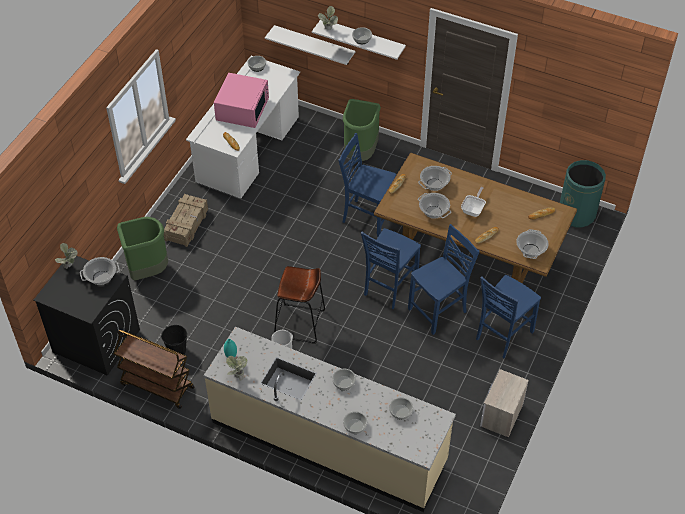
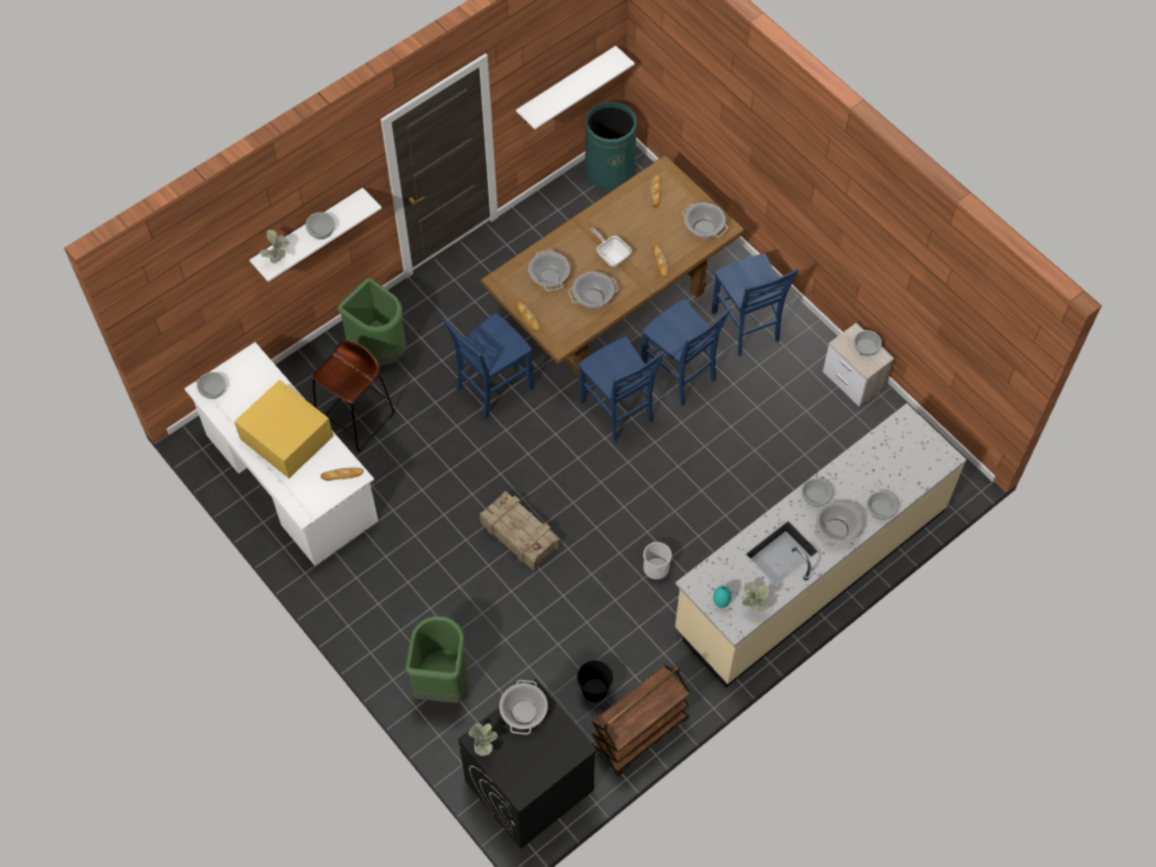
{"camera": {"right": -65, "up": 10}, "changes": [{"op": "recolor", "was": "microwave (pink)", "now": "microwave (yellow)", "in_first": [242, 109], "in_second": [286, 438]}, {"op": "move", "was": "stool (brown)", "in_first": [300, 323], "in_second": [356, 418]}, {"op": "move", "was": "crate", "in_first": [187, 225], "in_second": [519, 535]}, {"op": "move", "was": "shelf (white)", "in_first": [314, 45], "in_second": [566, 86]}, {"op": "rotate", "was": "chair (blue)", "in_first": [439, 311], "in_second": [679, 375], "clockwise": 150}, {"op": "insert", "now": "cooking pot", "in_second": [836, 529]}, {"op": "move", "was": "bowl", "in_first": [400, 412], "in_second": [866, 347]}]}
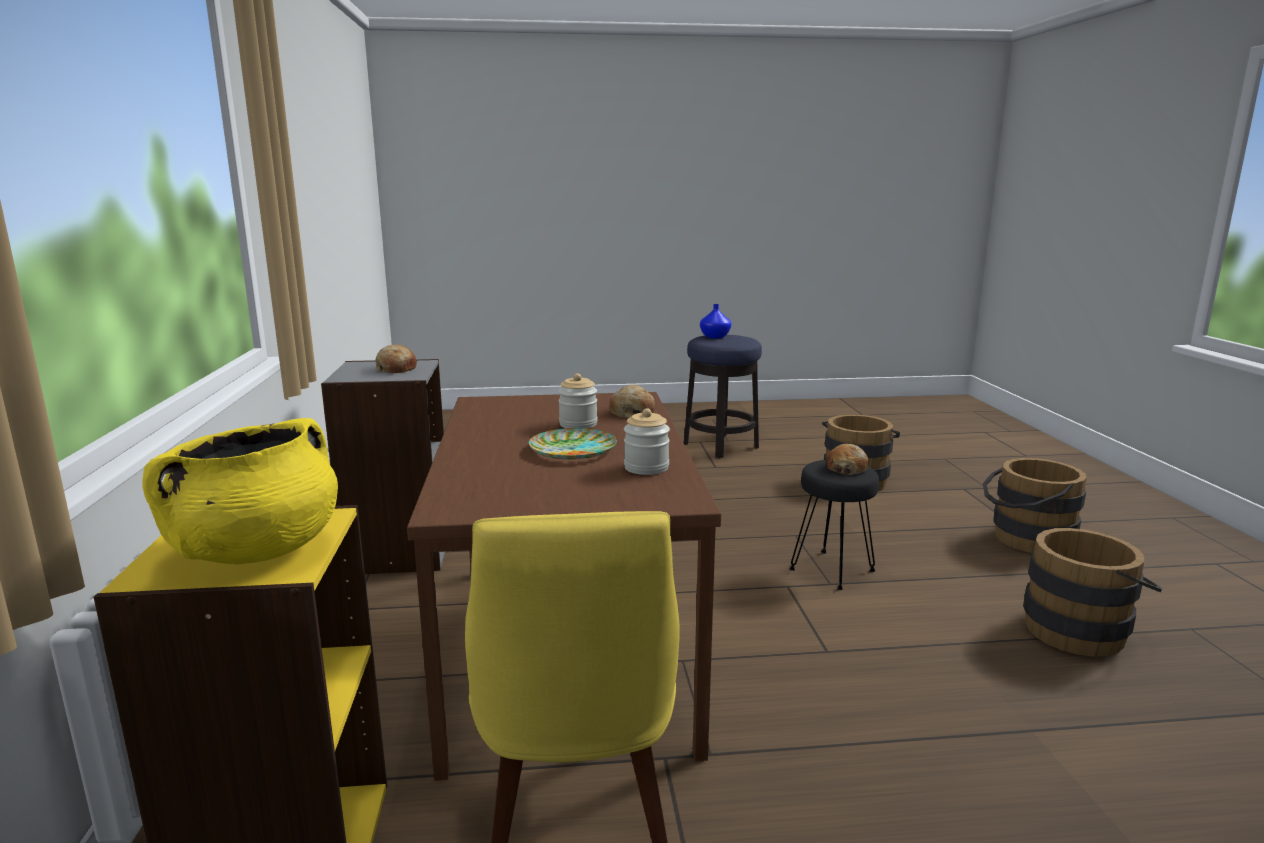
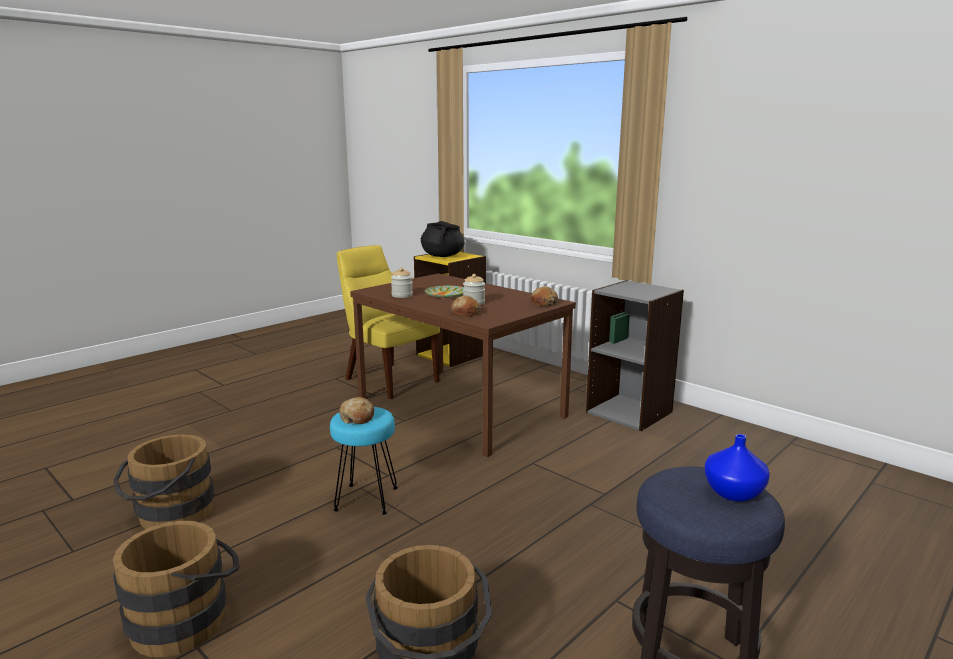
{"camera": {"right": 140, "up": 0}, "changes": [{"op": "recolor", "was": "stool (black)", "now": "stool (turquoise)", "in_first": [832, 570], "in_second": [366, 500]}, {"op": "recolor", "was": "cooking pot (yellow)", "now": "cooking pot (black)", "in_first": [257, 551], "in_second": [442, 256]}, {"op": "move", "was": "bread", "in_first": [396, 369], "in_second": [544, 303]}]}
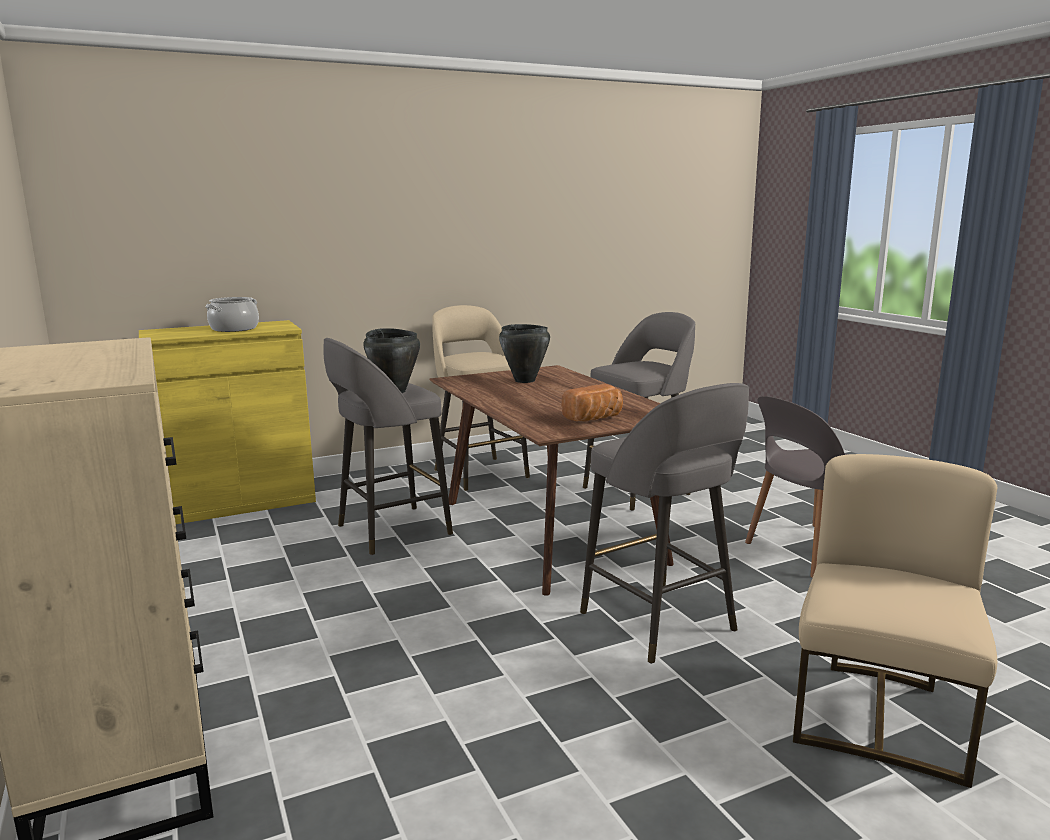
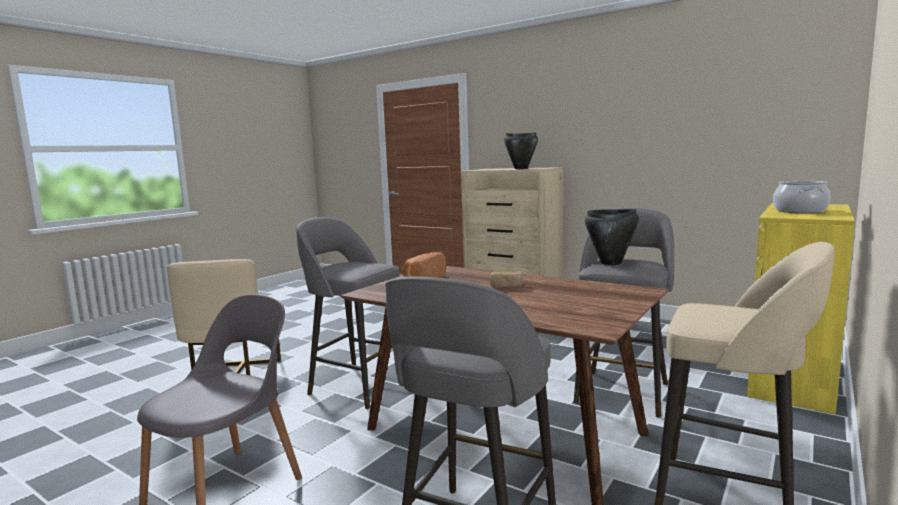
{"camera": {"right": 150, "up": -5}, "changes": [{"op": "insert", "now": "bread", "in_second": [506, 286]}, {"op": "move", "was": "cooking pot (black)", "in_first": [524, 381], "in_second": [520, 168]}]}
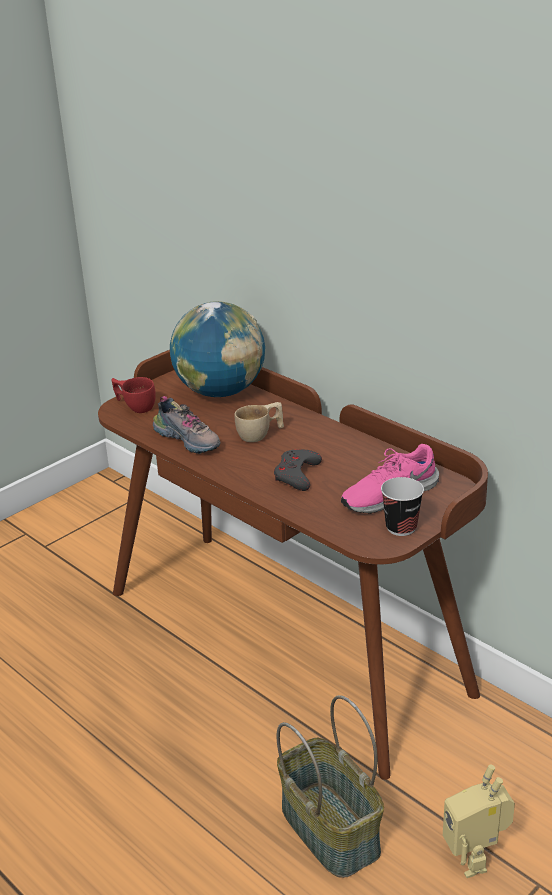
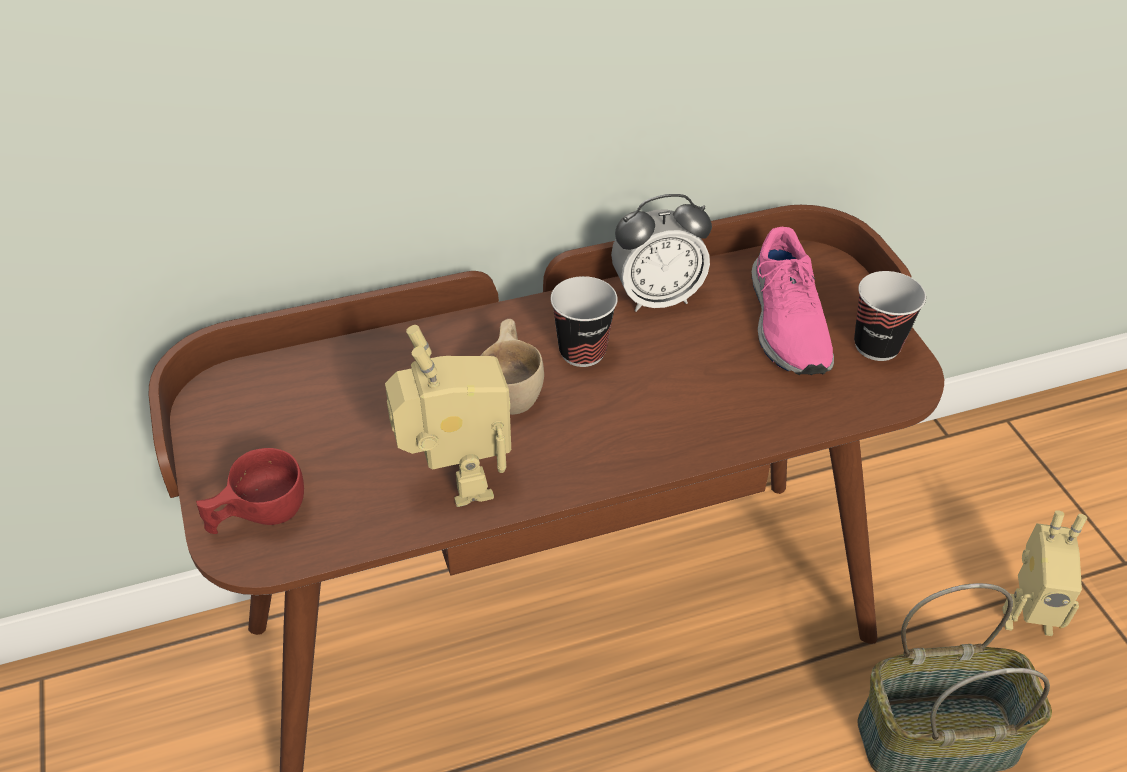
{"camera": {"right": -65, "up": 15}, "changes": [{"op": "replace", "was": "shoe", "now": "toy robot", "in_first": [189, 440], "in_second": [455, 481]}, {"op": "insert", "now": "cup", "in_second": [582, 351]}, {"op": "insert", "now": "alarm clock", "in_second": [656, 297]}, {"op": "delete", "was": "globe", "in_first": [220, 392]}, {"op": "delete", "was": "game controller (grey)", "in_first": [297, 474]}]}
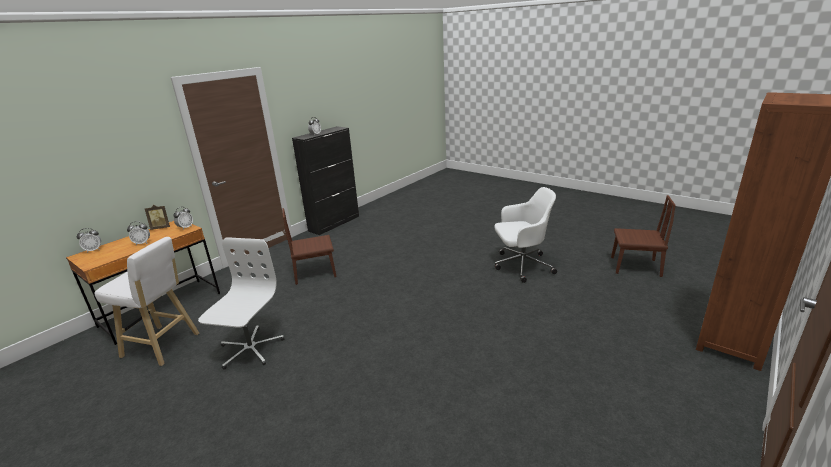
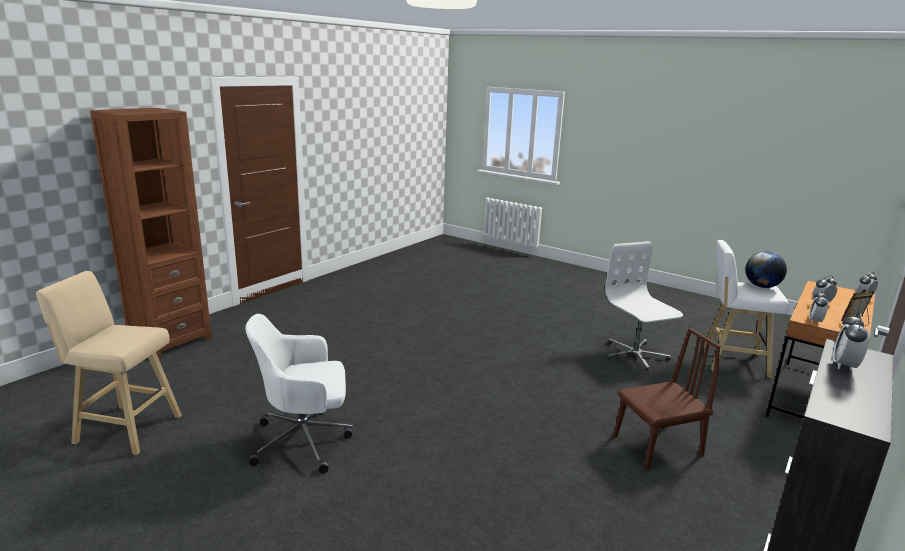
{"camera": {"right": 175, "up": -5}, "changes": [{"op": "replace", "was": "chair (brown)", "now": "stool (beige)", "in_first": [635, 266], "in_second": [125, 428]}, {"op": "rotate", "was": "office chair (white)", "in_first": [250, 349], "in_second": [635, 355], "clockwise": 150}, {"op": "insert", "now": "globe", "in_second": [761, 286]}]}
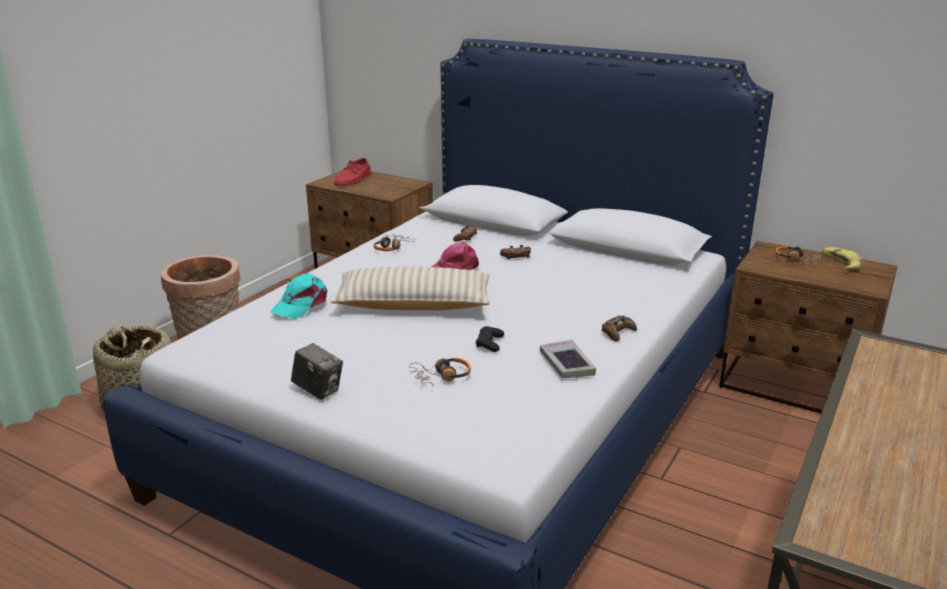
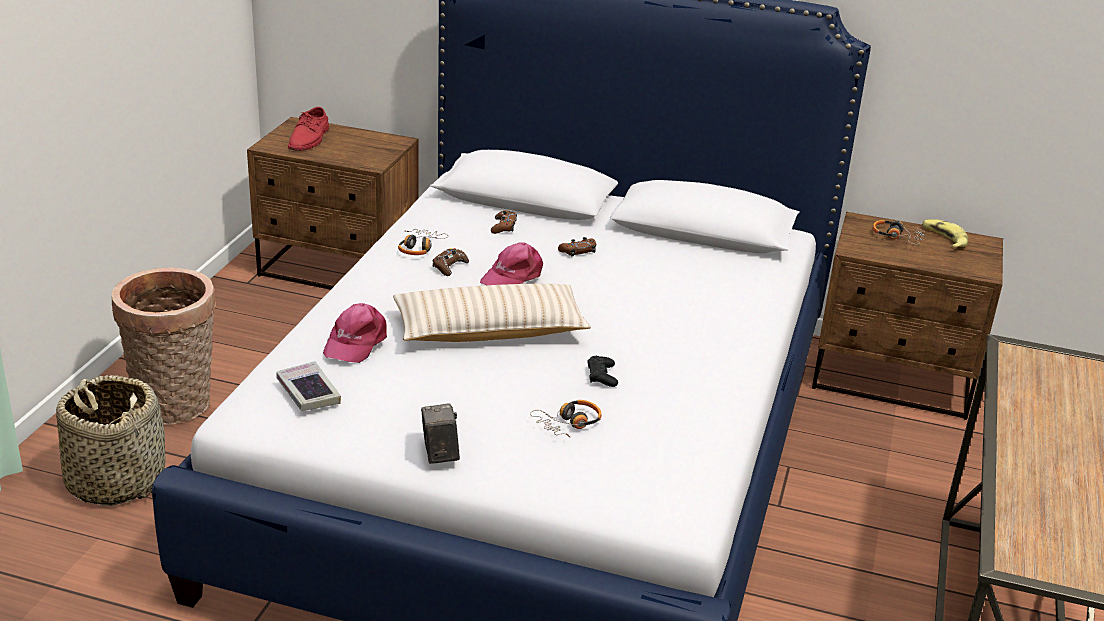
{"camera": {"right": -15, "up": 5}, "changes": [{"op": "move", "was": "book", "in_first": [566, 364], "in_second": [308, 392]}, {"op": "recolor", "was": "cap (turquoise)", "now": "cap (pink)", "in_first": [301, 304], "in_second": [355, 342]}, {"op": "rotate", "was": "photo camera", "in_first": [318, 390], "in_second": [439, 454], "clockwise": -120}, {"op": "move", "was": "game controller (brown)", "in_first": [618, 332], "in_second": [449, 266]}]}
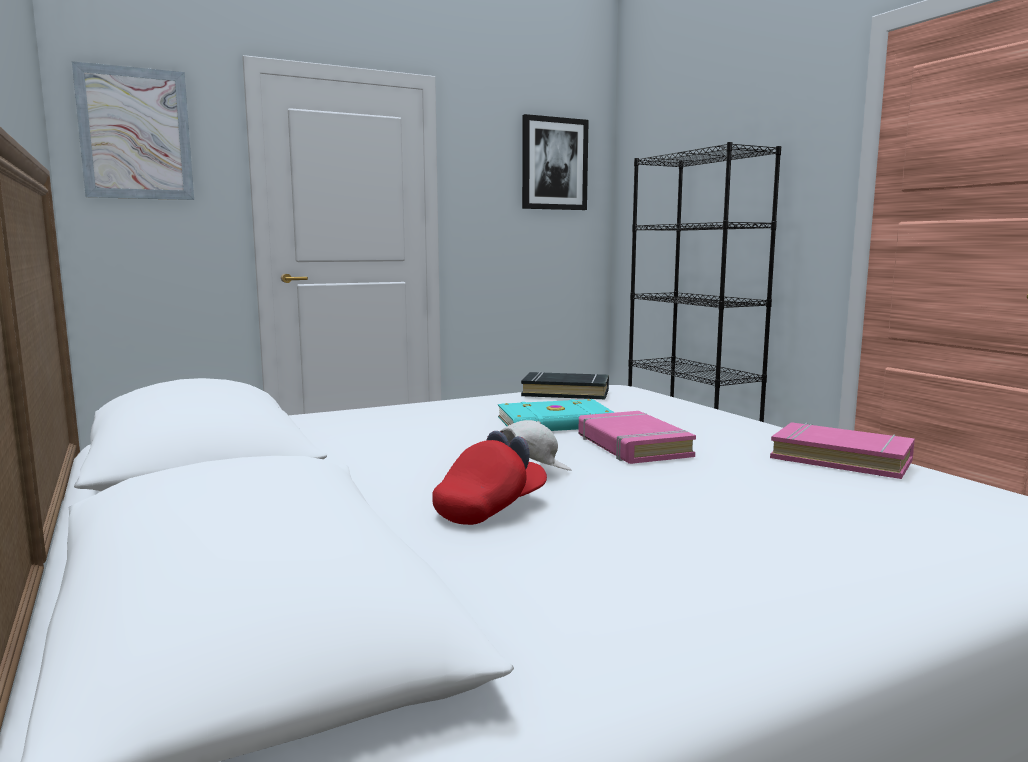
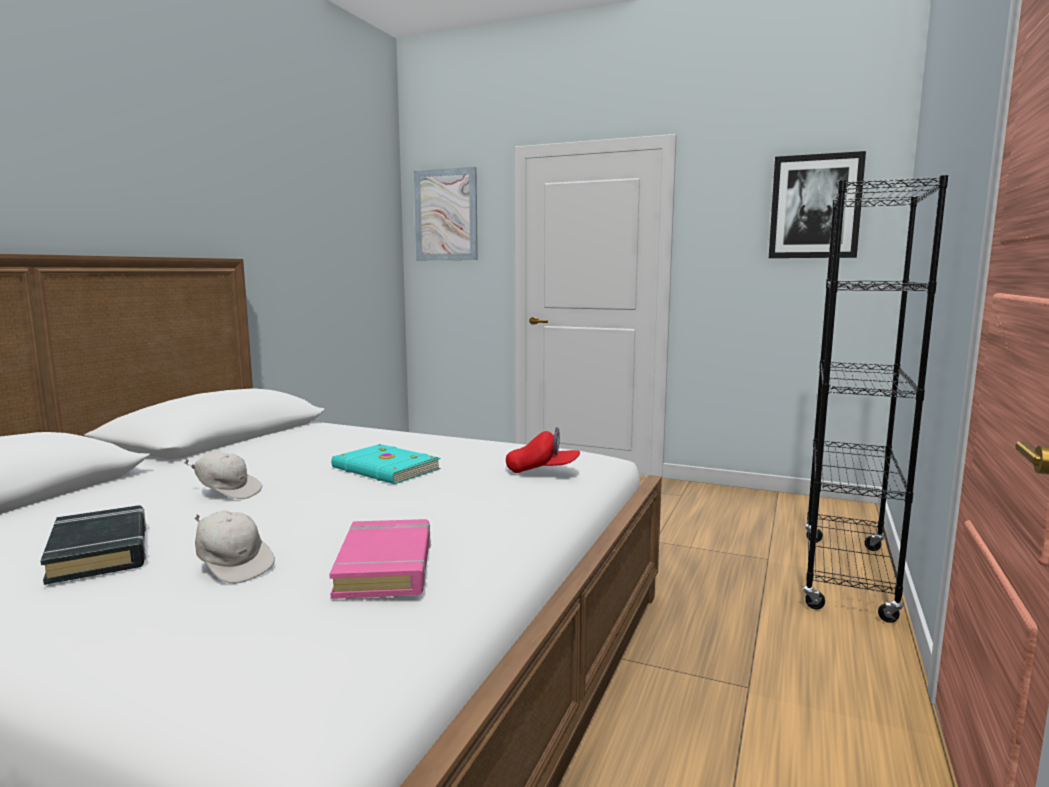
{"camera": {"right": 50, "up": 0}, "changes": [{"op": "move", "was": "book (black)", "in_first": [566, 392], "in_second": [100, 552]}, {"op": "insert", "now": "cap (white)", "in_second": [234, 566]}, {"op": "move", "was": "cap (red)", "in_first": [491, 508], "in_second": [542, 470]}, {"op": "delete", "was": "book (pink)", "in_first": [632, 446]}]}
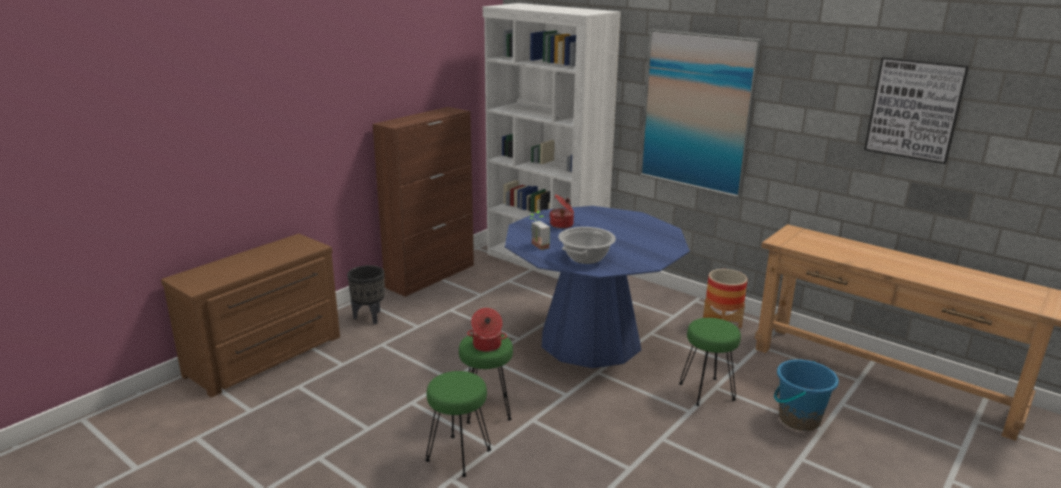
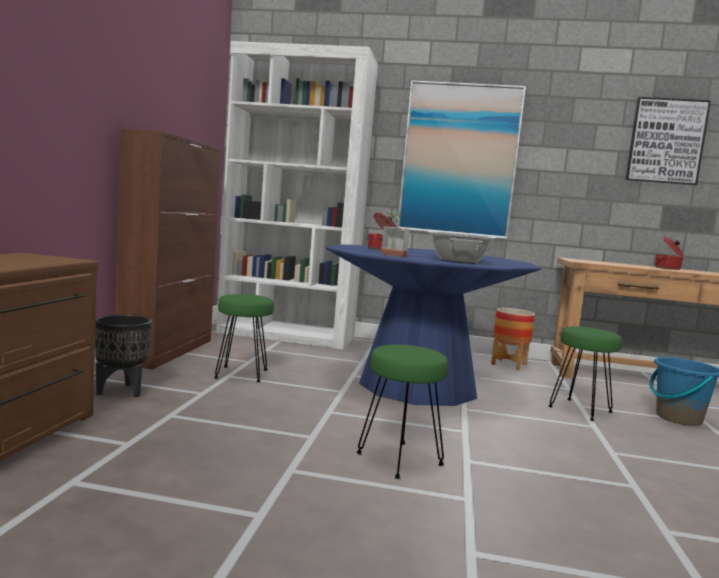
{"camera": {"right": -30, "up": -15}, "changes": [{"op": "move", "was": "stool (green)", "in_first": [459, 456], "in_second": [242, 374]}, {"op": "move", "was": "cooking pot", "in_first": [487, 346], "in_second": [668, 268]}]}
